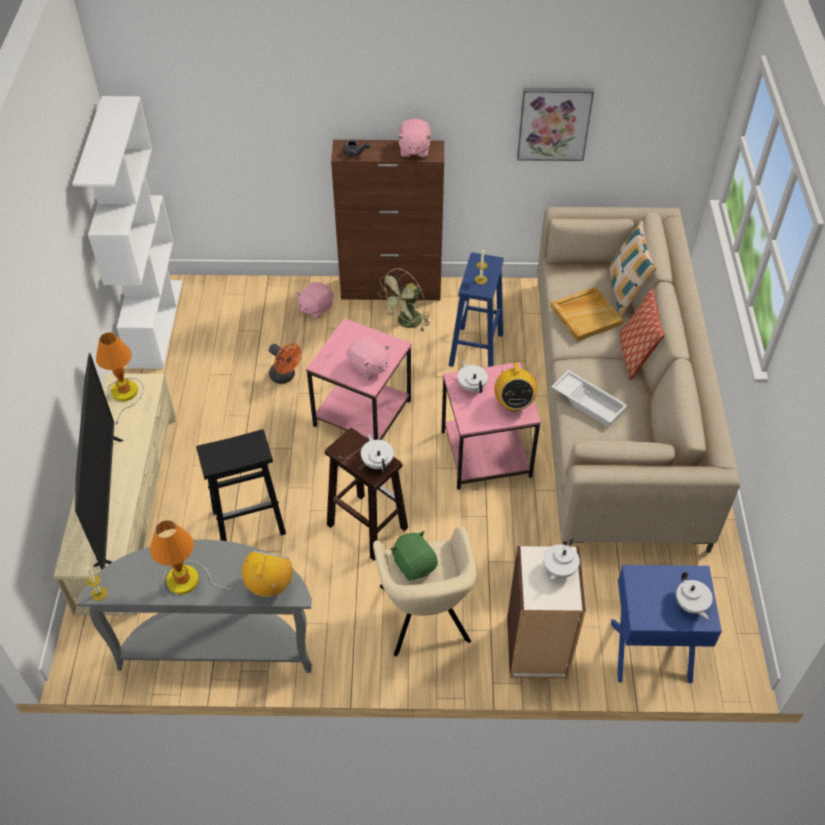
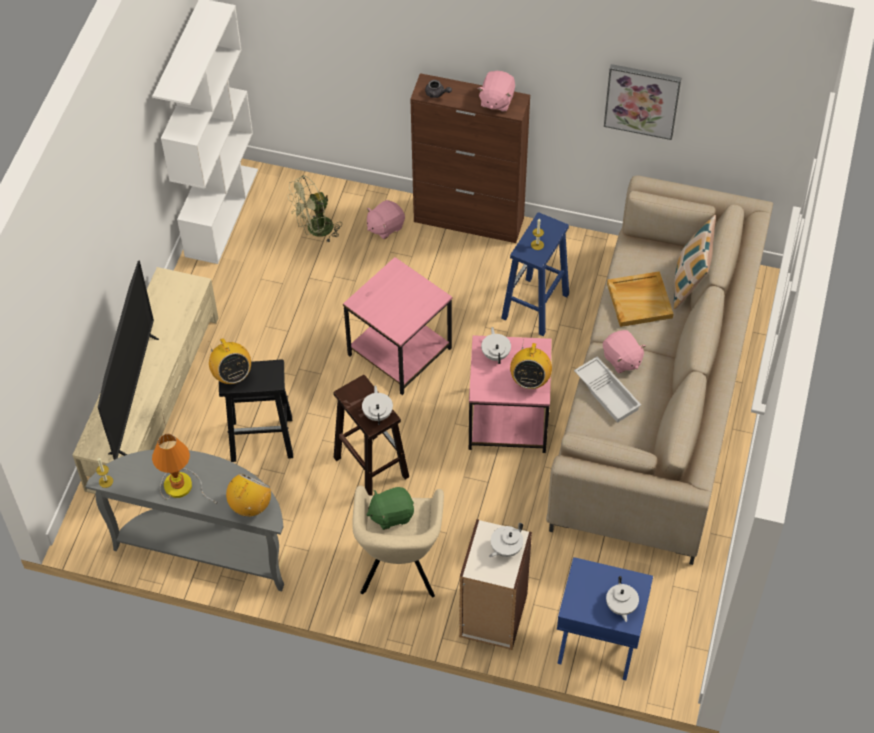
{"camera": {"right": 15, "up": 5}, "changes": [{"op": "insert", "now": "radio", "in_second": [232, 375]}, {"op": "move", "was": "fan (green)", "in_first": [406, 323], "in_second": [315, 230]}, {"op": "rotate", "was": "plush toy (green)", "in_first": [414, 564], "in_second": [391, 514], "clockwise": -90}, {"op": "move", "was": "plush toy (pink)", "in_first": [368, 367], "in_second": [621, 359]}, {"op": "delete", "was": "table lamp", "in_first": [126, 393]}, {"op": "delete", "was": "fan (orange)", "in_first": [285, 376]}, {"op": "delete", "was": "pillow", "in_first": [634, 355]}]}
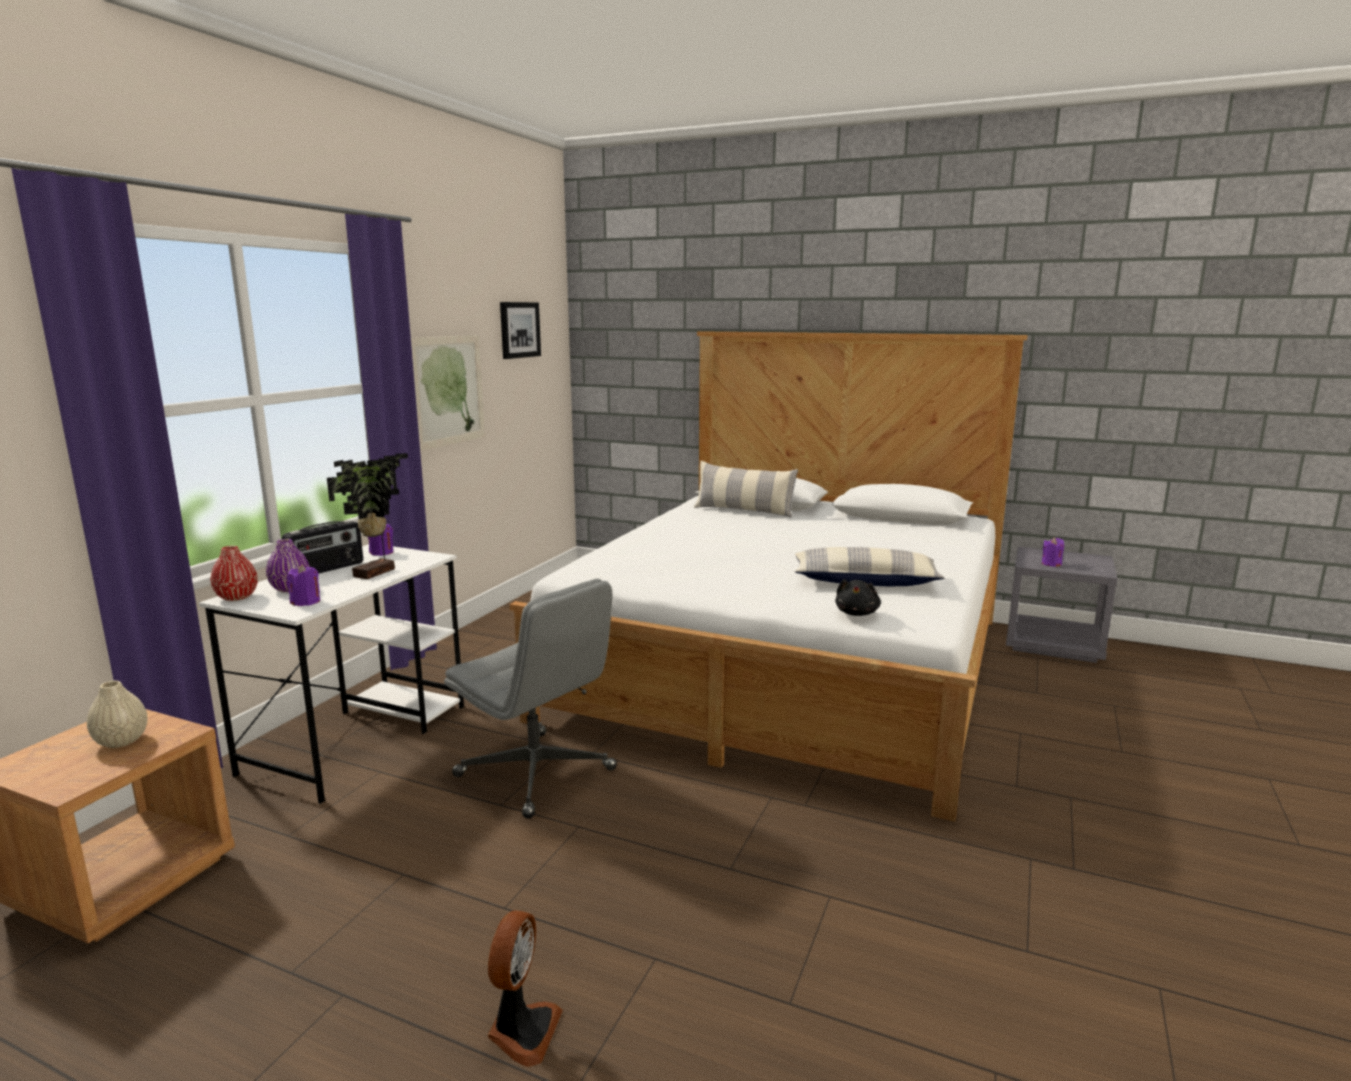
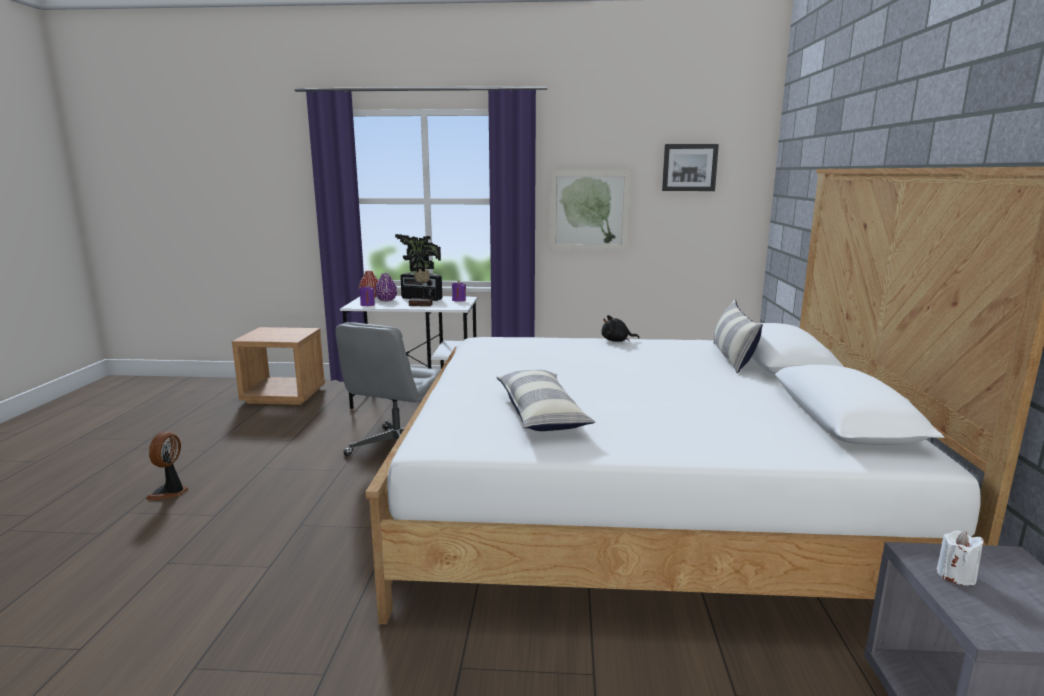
{"camera": {"right": 70, "up": 0}, "changes": [{"op": "rotate", "was": "fan", "in_first": [522, 1031], "in_second": [170, 492], "clockwise": 105}, {"op": "move", "was": "plush toy (black)", "in_first": [857, 613], "in_second": [617, 341]}, {"op": "recolor", "was": "candle (purple)", "now": "candle (white)", "in_first": [1051, 564], "in_second": [956, 575]}, {"op": "delete", "was": "vase (beige)", "in_first": [121, 741]}]}
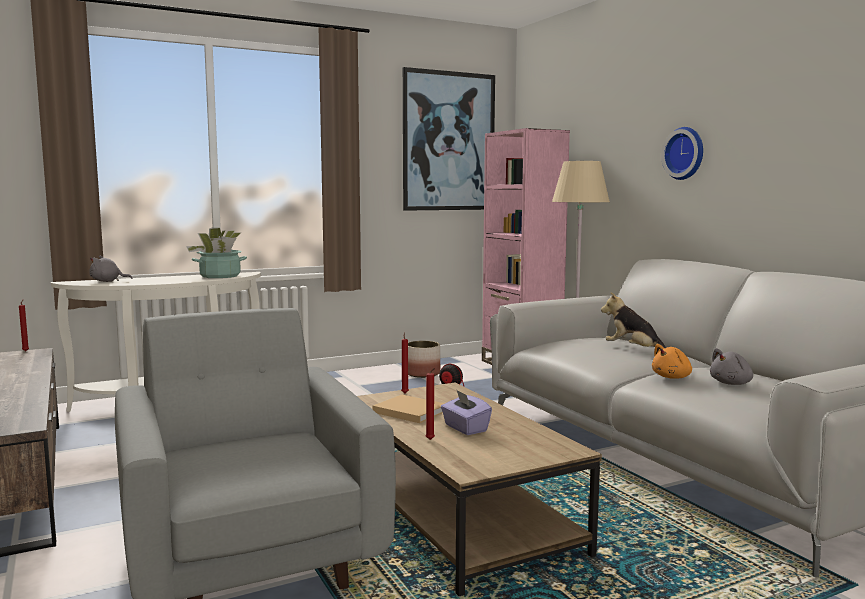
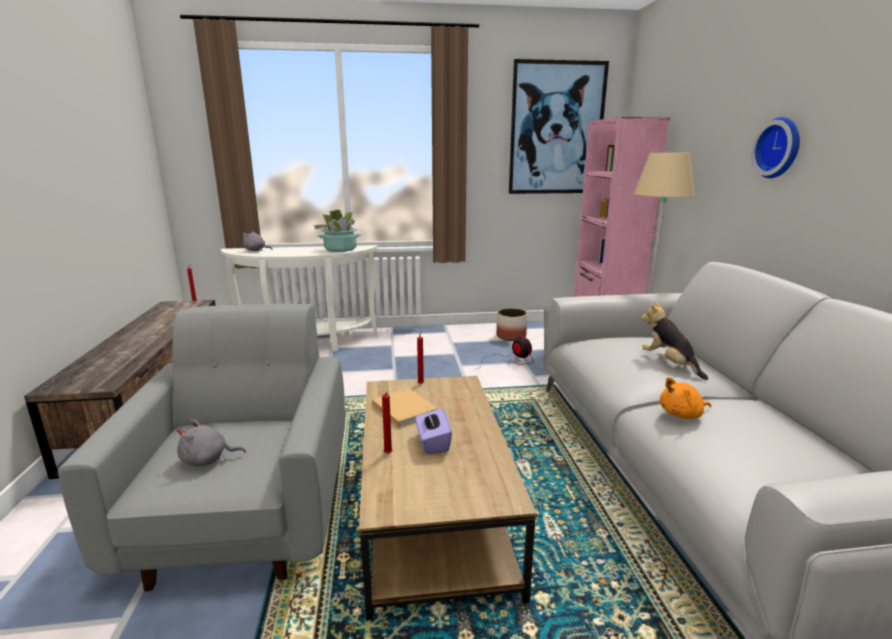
{"camera": {"right": 20, "up": 10}, "changes": [{"op": "move", "was": "plush toy (grey)", "in_first": [732, 383], "in_second": [208, 460]}]}
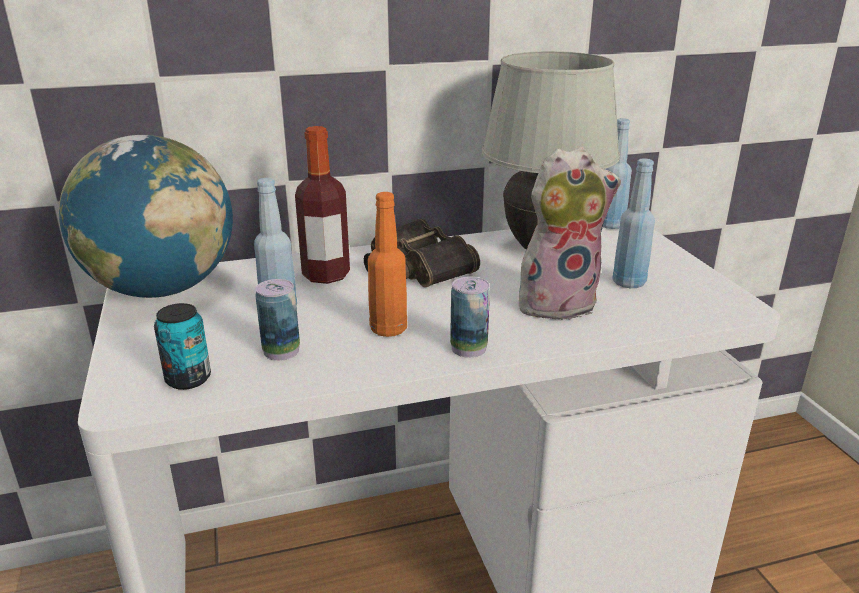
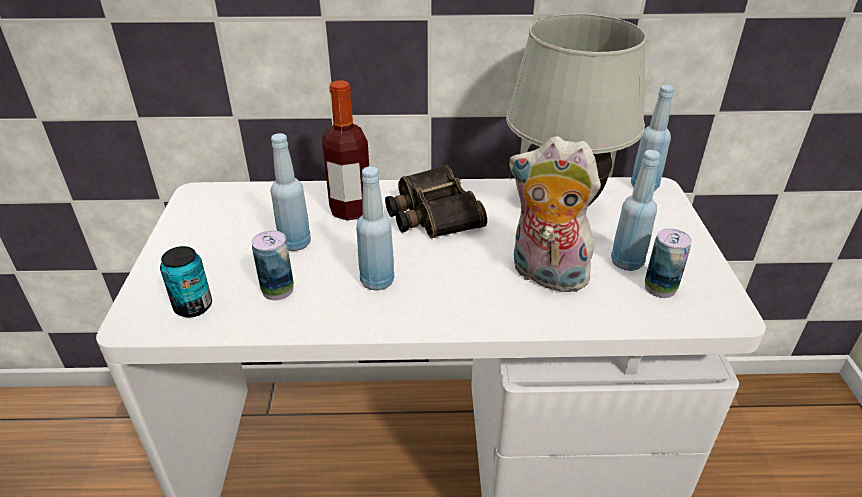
{"camera": {"right": 15, "up": 10}, "changes": [{"op": "recolor", "was": "bottle (orange)", "now": "bottle (blue)", "in_first": [389, 329], "in_second": [377, 281]}, {"op": "rotate", "was": "plush toy", "in_first": [557, 302], "in_second": [545, 275], "clockwise": -150}, {"op": "move", "was": "can", "in_first": [468, 348], "in_second": [660, 288]}, {"op": "delete", "was": "globe", "in_first": [162, 289]}]}
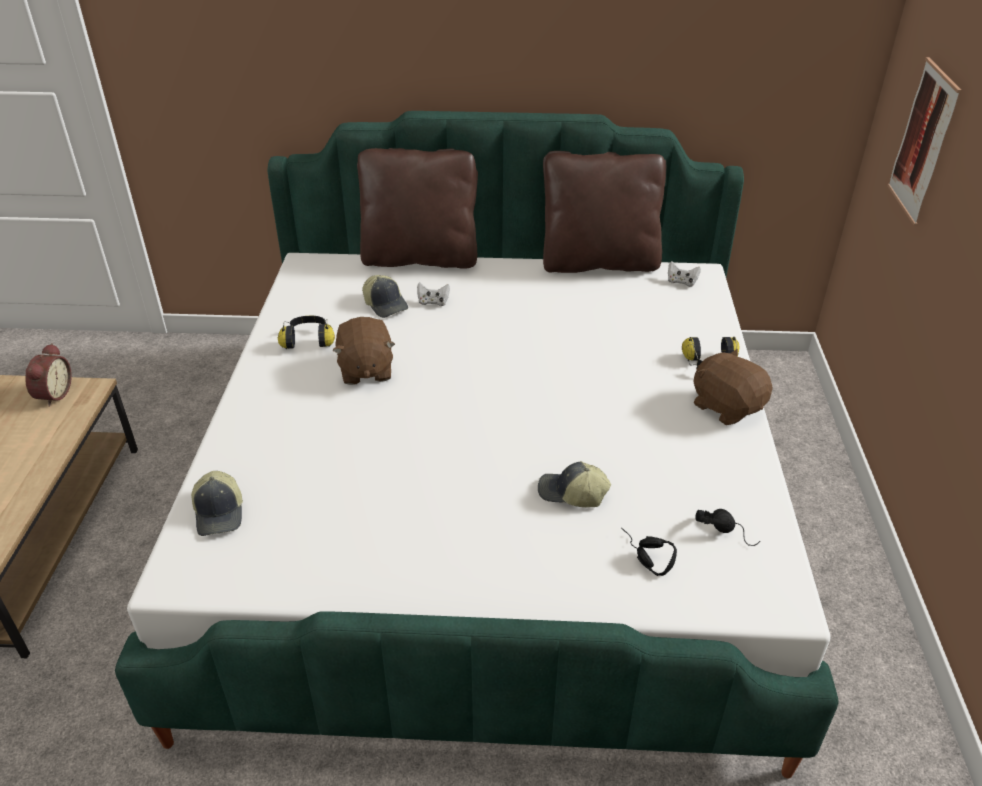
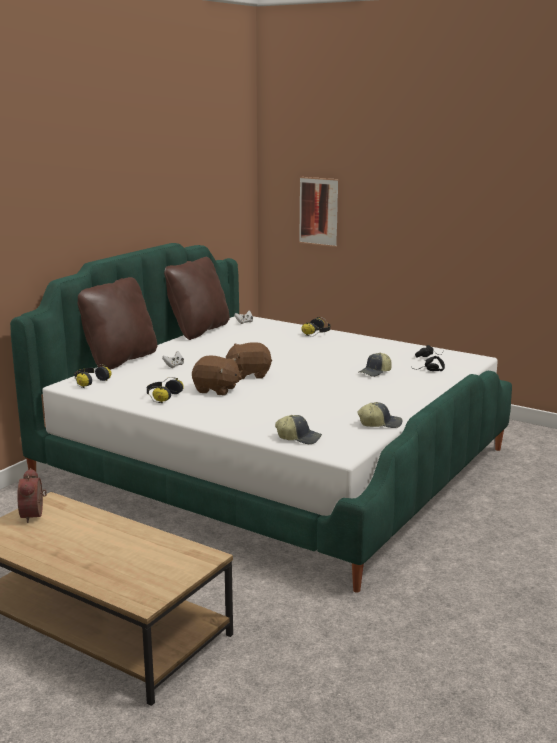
{"camera": {"right": -60, "up": -20}, "changes": [{"op": "rotate", "was": "alarm clock", "in_first": [52, 394], "in_second": [35, 515], "clockwise": -135}, {"op": "insert", "now": "headphones", "in_second": [90, 382]}, {"op": "move", "was": "plush toy (brown)", "in_first": [727, 406], "in_second": [249, 374]}, {"op": "move", "was": "cap", "in_first": [386, 304], "in_second": [380, 424]}]}
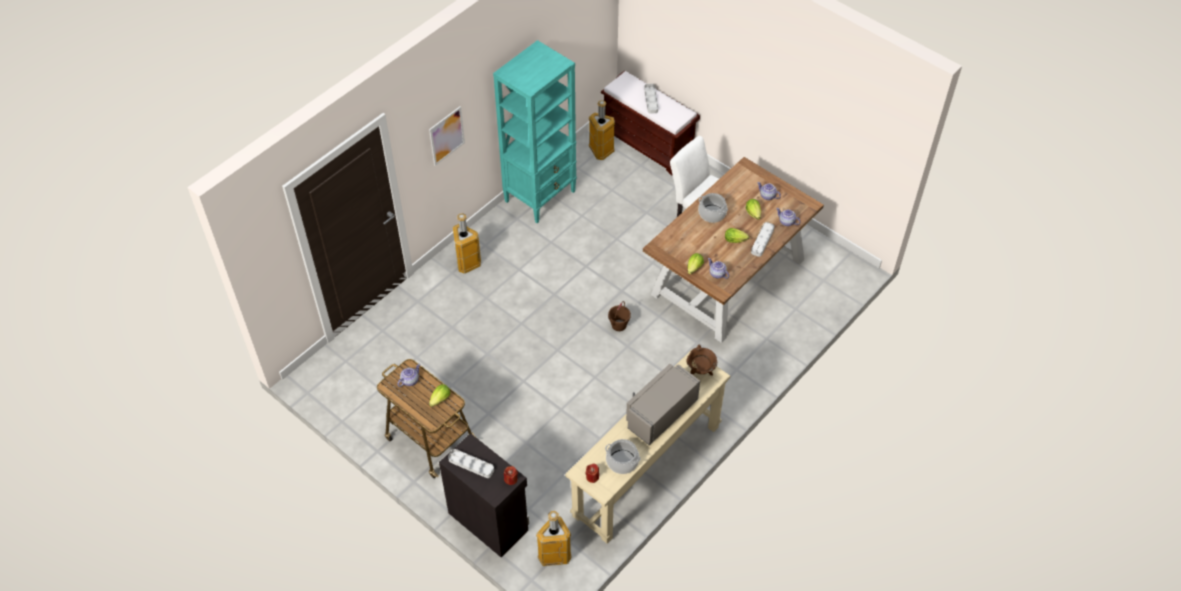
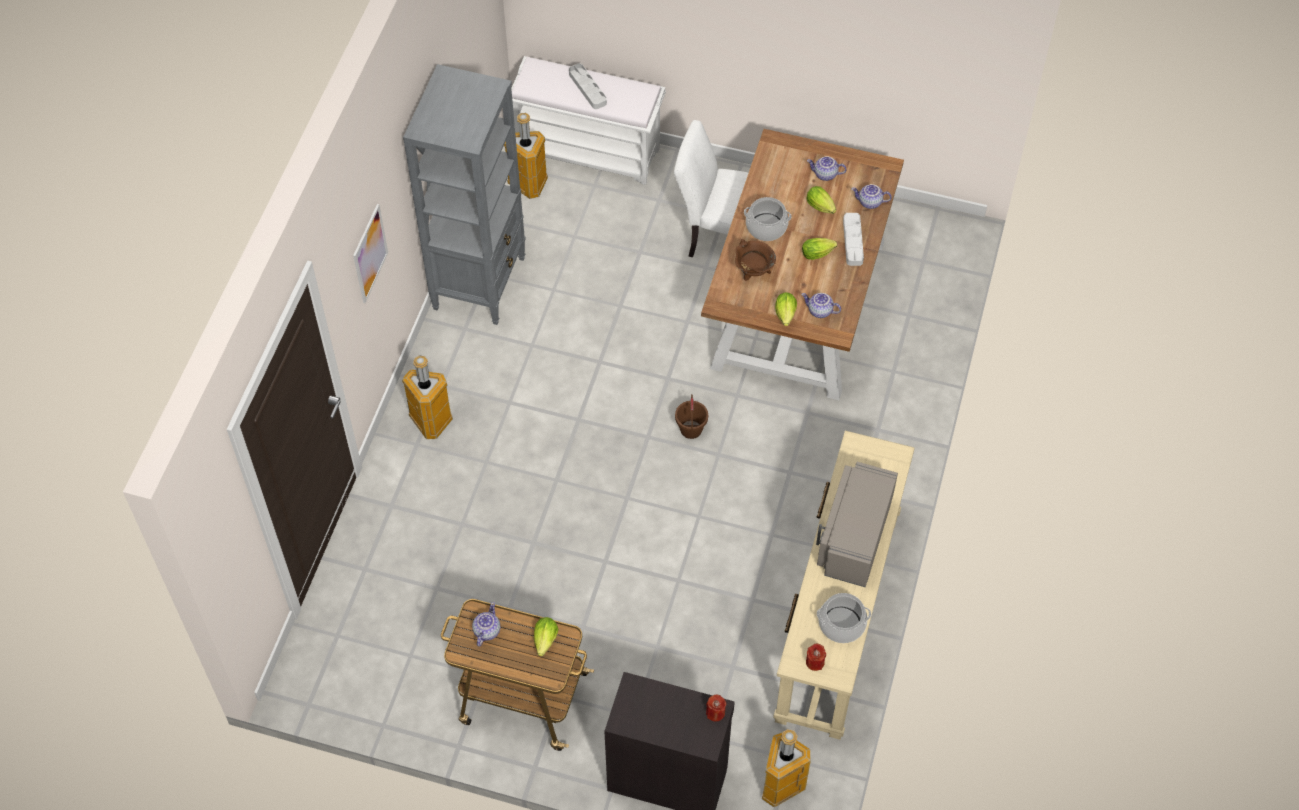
{"camera": {"right": -25, "up": 5}, "changes": [{"op": "recolor", "was": "bookcase (turquoise)", "now": "bookcase (grey)", "in_first": [540, 196], "in_second": [480, 282]}, {"op": "recolor", "was": "bench (brown)", "now": "bench (white)", "in_first": [648, 145], "in_second": [589, 151]}, {"op": "move", "was": "cooking pot (brown)", "in_first": [700, 371], "in_second": [753, 273]}, {"op": "delete", "was": "tray (grey)", "in_first": [471, 465]}]}
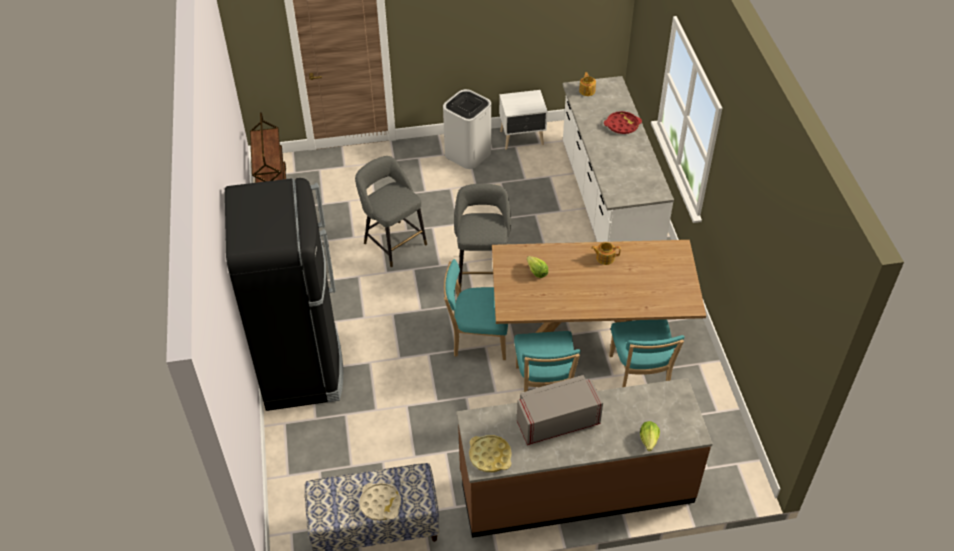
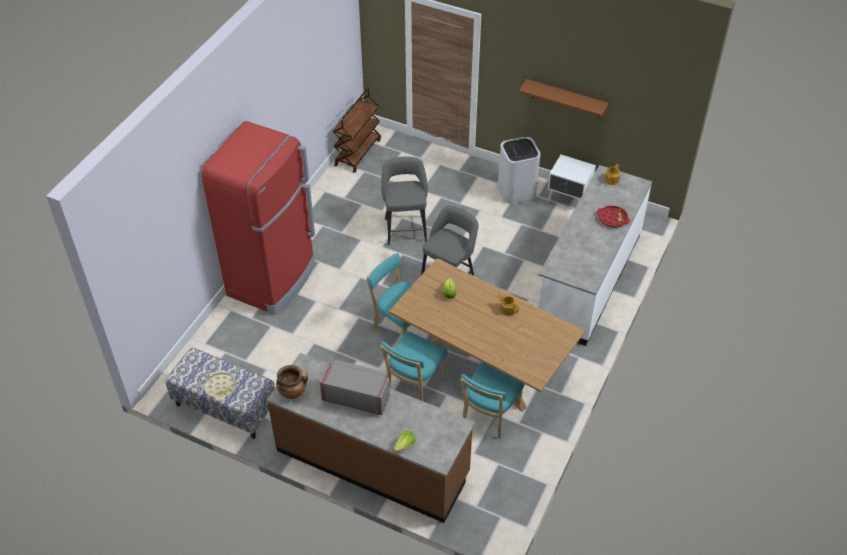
{"camera": {"right": 35, "up": 0}, "changes": [{"op": "recolor", "was": "fridge (black)", "now": "fridge (red)", "in_first": [302, 366], "in_second": [272, 279]}, {"op": "replace", "was": "tray (yellow)", "now": "cooking pot", "in_first": [490, 456], "in_second": [293, 392]}, {"op": "insert", "now": "shelf (brown)", "in_second": [566, 98]}]}
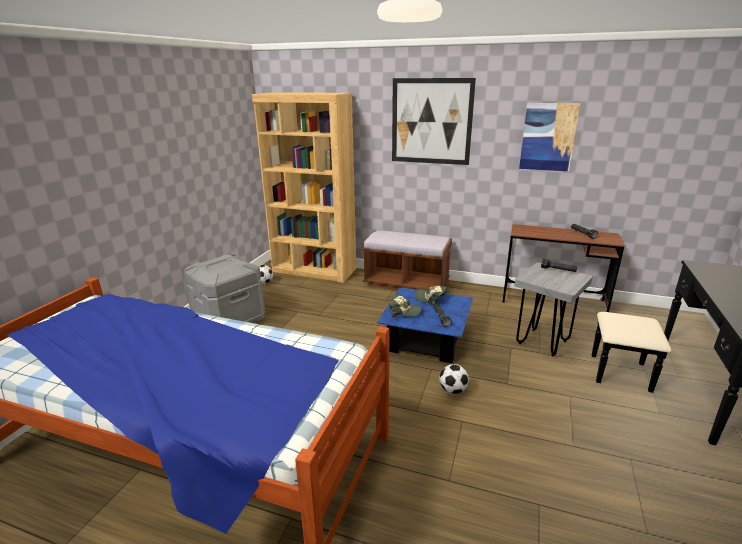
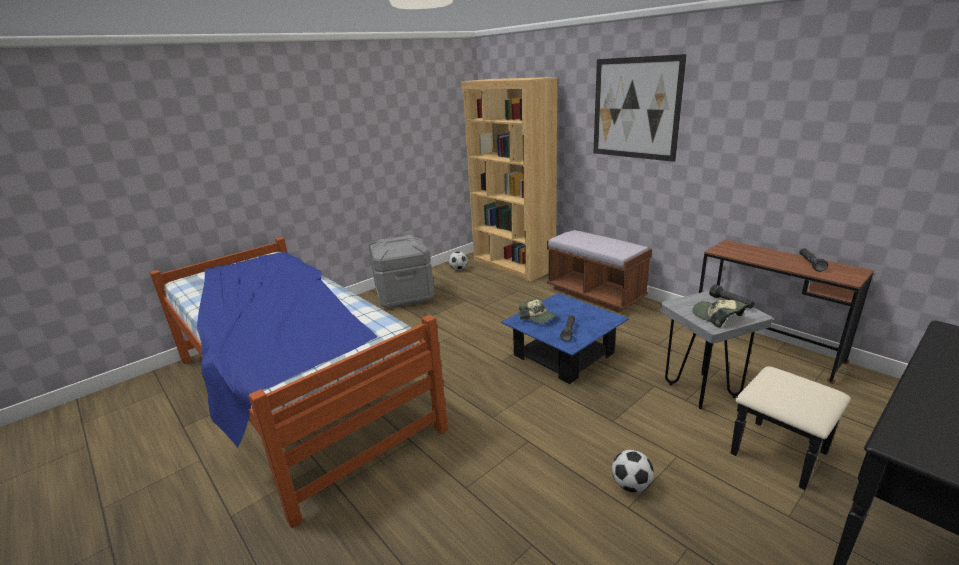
{"camera": {"right": 30, "up": 0}, "changes": [{"op": "move", "was": "football", "in_first": [453, 390], "in_second": [631, 485]}, {"op": "move", "was": "cap", "in_first": [430, 298], "in_second": [717, 317]}, {"op": "delete", "was": "picture", "in_first": [548, 137]}]}
